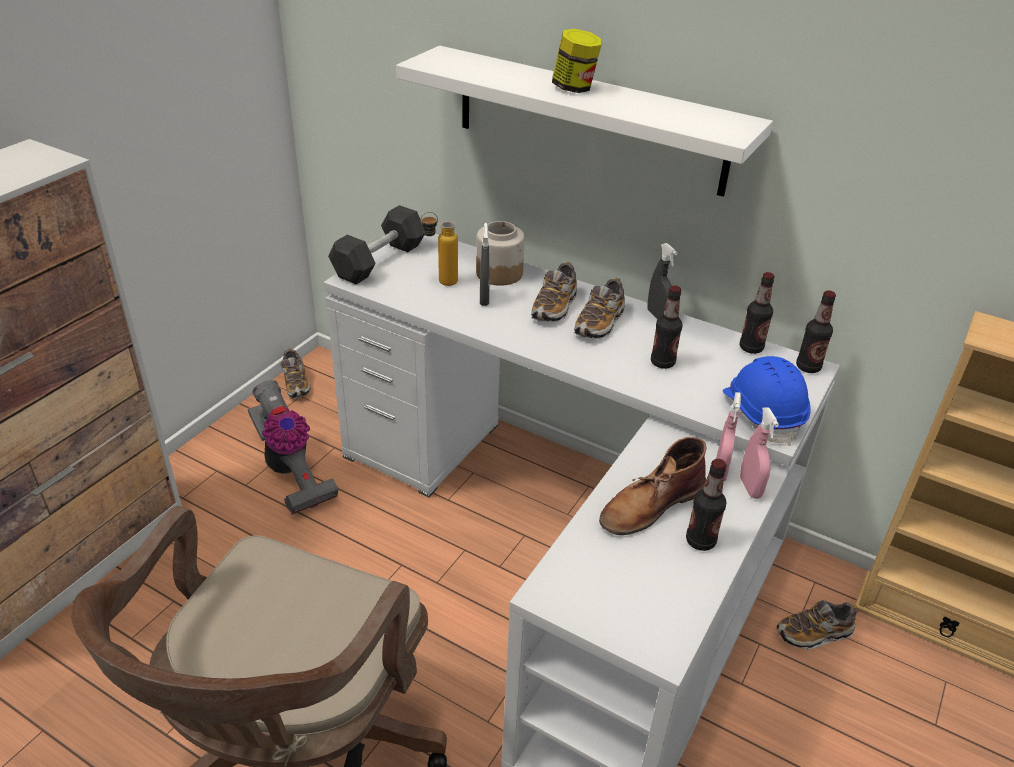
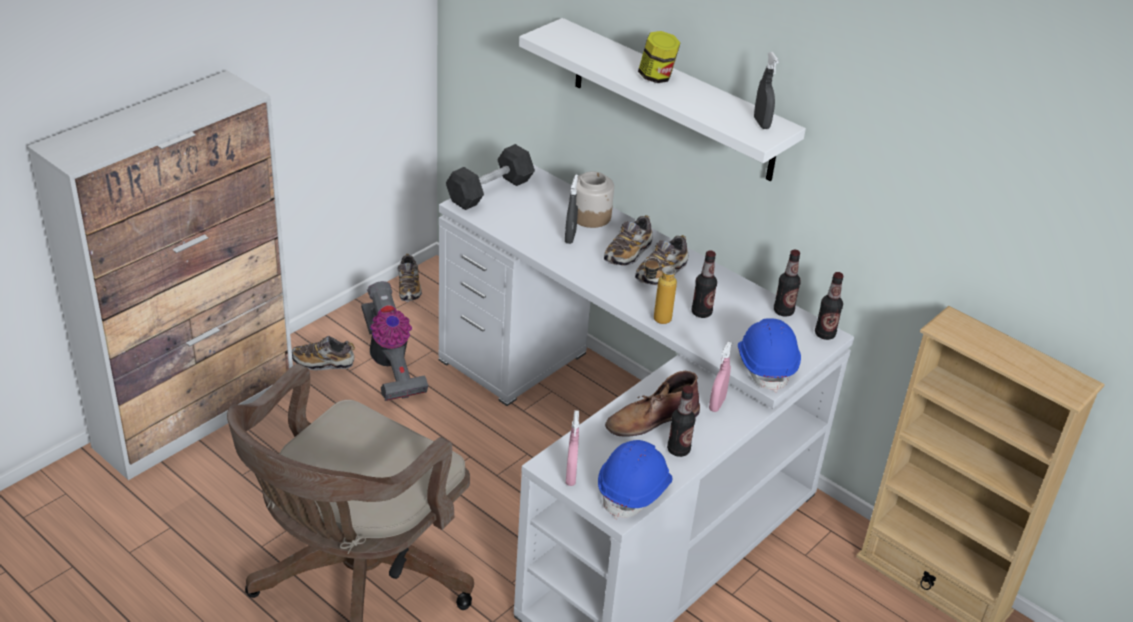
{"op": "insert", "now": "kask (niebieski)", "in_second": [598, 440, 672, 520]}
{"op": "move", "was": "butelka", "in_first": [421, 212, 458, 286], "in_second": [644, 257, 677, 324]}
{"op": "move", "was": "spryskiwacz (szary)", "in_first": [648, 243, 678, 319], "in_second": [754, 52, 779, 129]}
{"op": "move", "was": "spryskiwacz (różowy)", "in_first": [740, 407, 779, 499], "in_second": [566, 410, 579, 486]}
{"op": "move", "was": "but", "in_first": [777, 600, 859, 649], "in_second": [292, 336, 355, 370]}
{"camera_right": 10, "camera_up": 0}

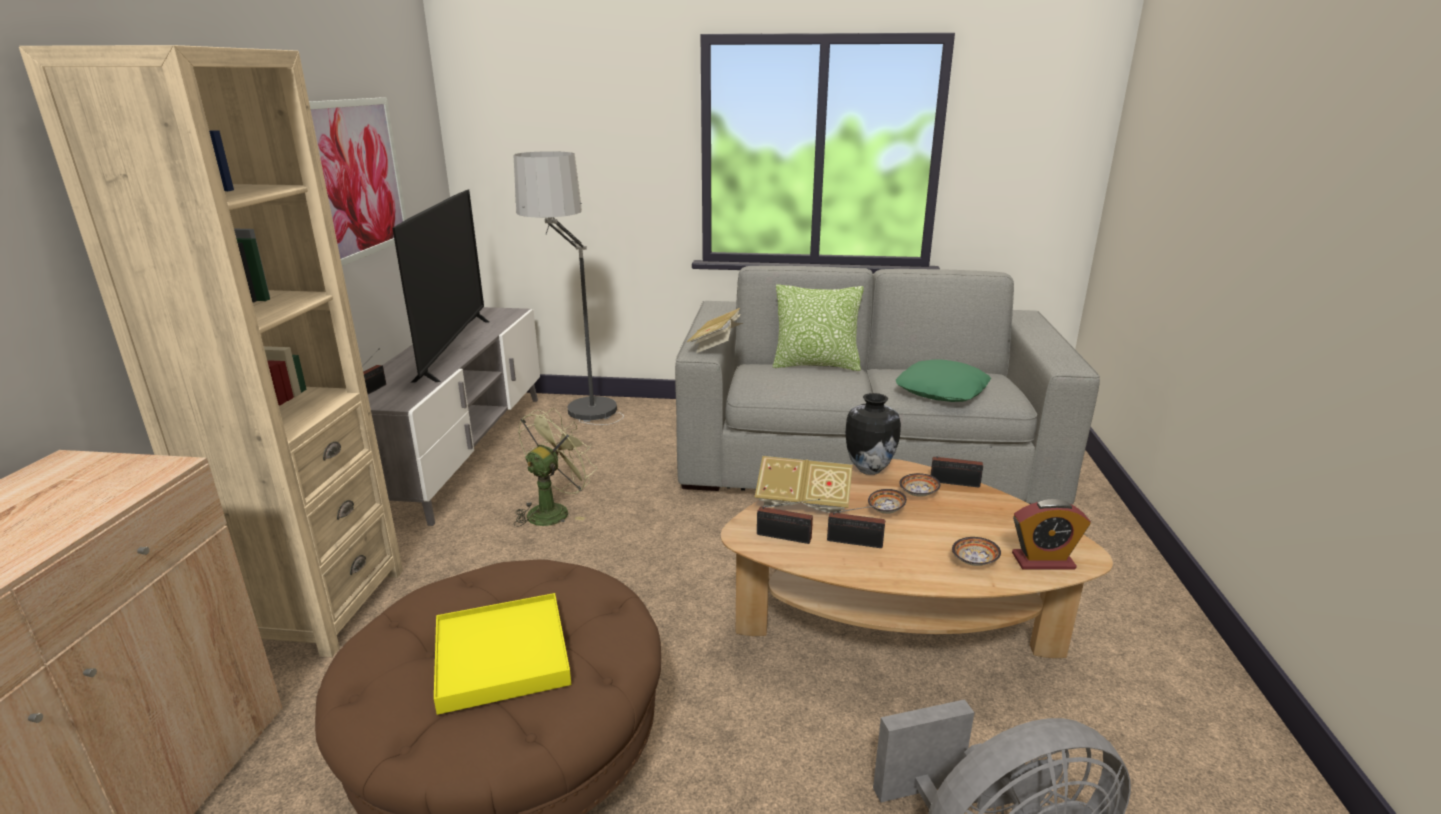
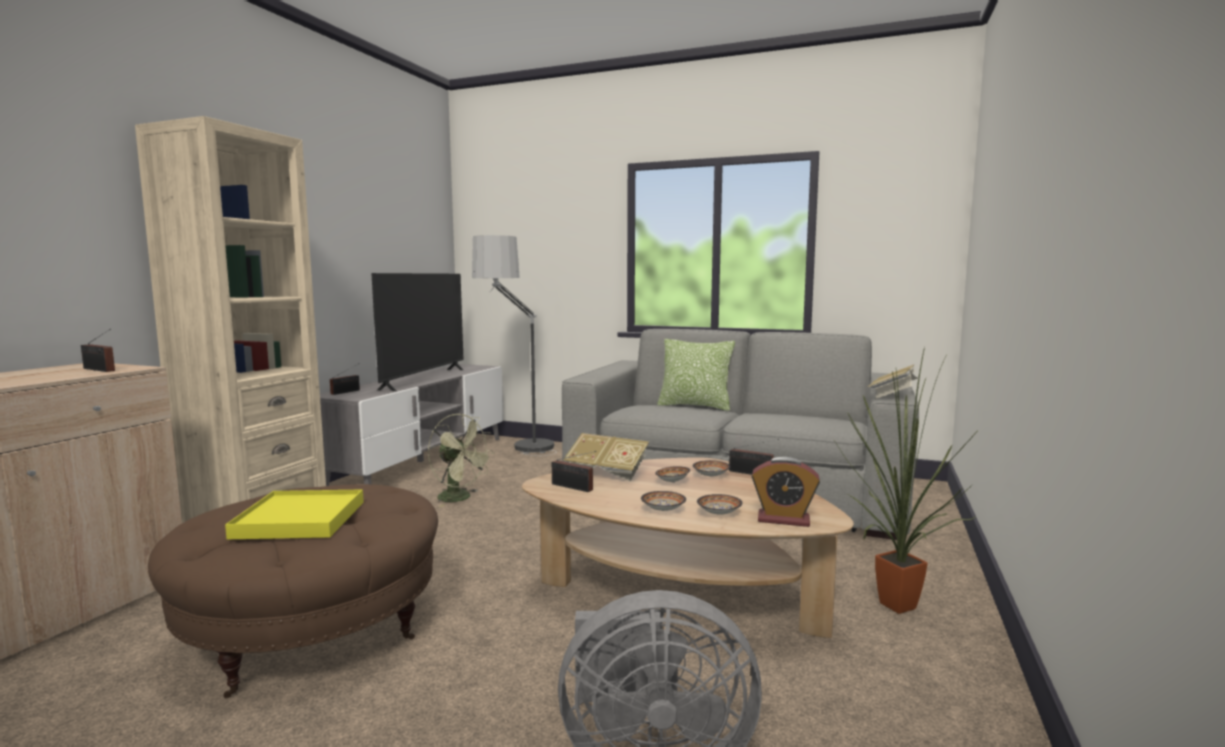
{"op": "delete", "was": "obraz", "in_first": [309, 97, 407, 266]}
{"op": "delete", "was": "wazon", "in_first": [845, 393, 901, 475]}
{"op": "delete", "was": "poduszka (zielony)", "in_first": [895, 359, 991, 402]}
{"op": "insert", "now": "miska", "in_second": [641, 491, 686, 511]}
{"op": "insert", "now": "roślina doniczkowa", "in_second": [834, 347, 976, 614]}
{"op": "move", "was": "książka", "in_first": [687, 308, 743, 353], "in_second": [868, 365, 918, 399]}
{"op": "move", "was": "radio", "in_first": [827, 503, 894, 548], "in_second": [81, 329, 115, 372]}
{"op": "rotate", "was": "wentylator (zielony)", "in_first": [514, 408, 597, 527], "in_second": [428, 414, 494, 507], "clockwise": 75}
{"camera_right": 15, "camera_up": -15}

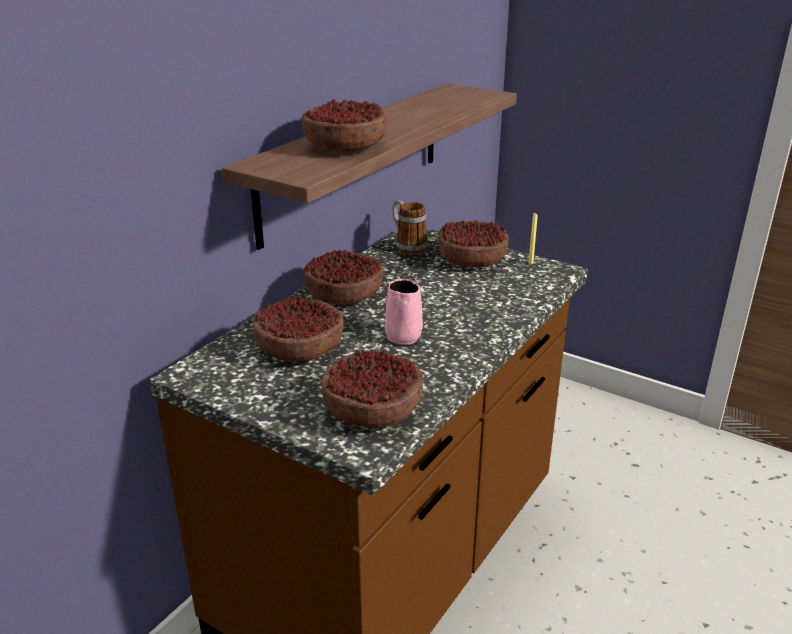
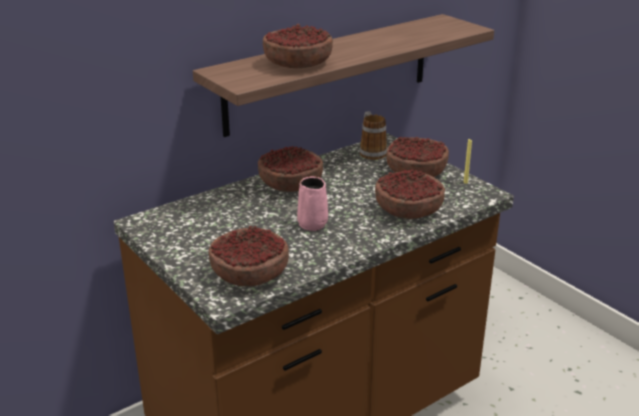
{"op": "move", "was": "miska", "in_first": [253, 296, 344, 362], "in_second": [375, 169, 445, 219]}
{"camera_right": 20, "camera_up": 0}

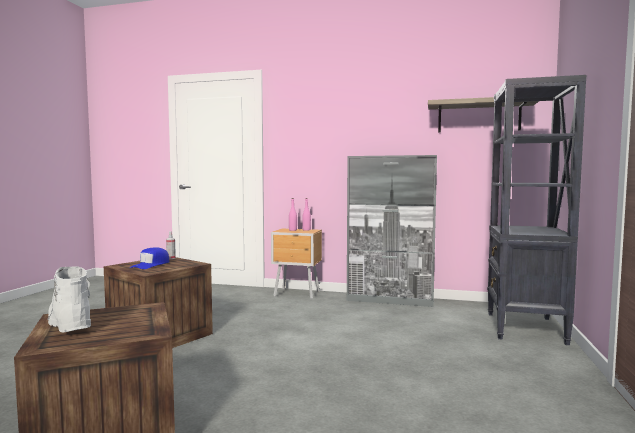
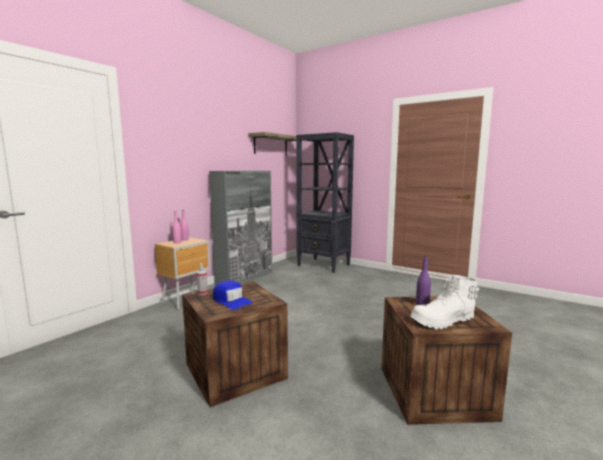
{"op": "insert", "now": "butelka (fioletowy)", "in_second": [416, 256, 431, 305]}
{"camera_right": -70, "camera_up": 5}

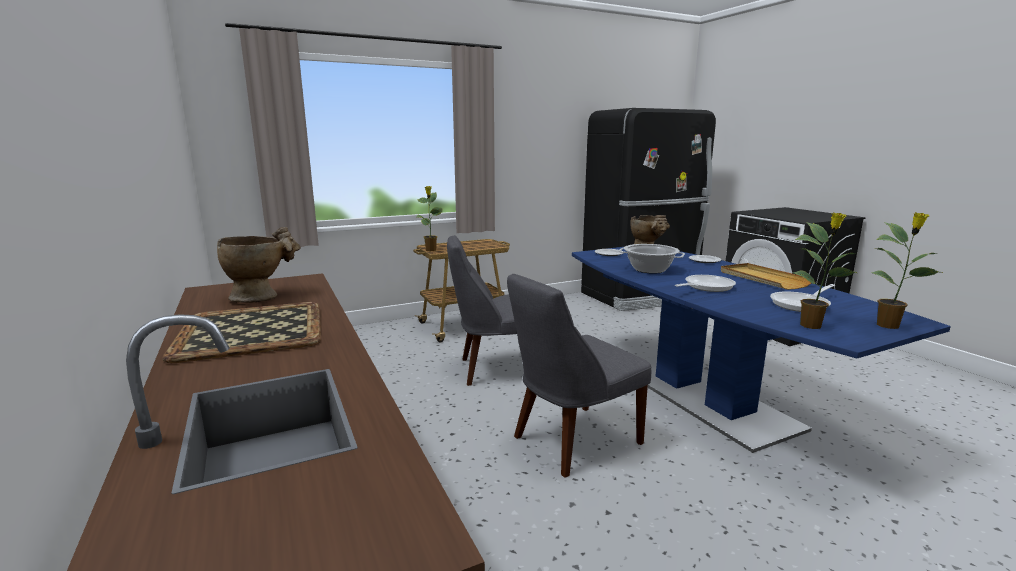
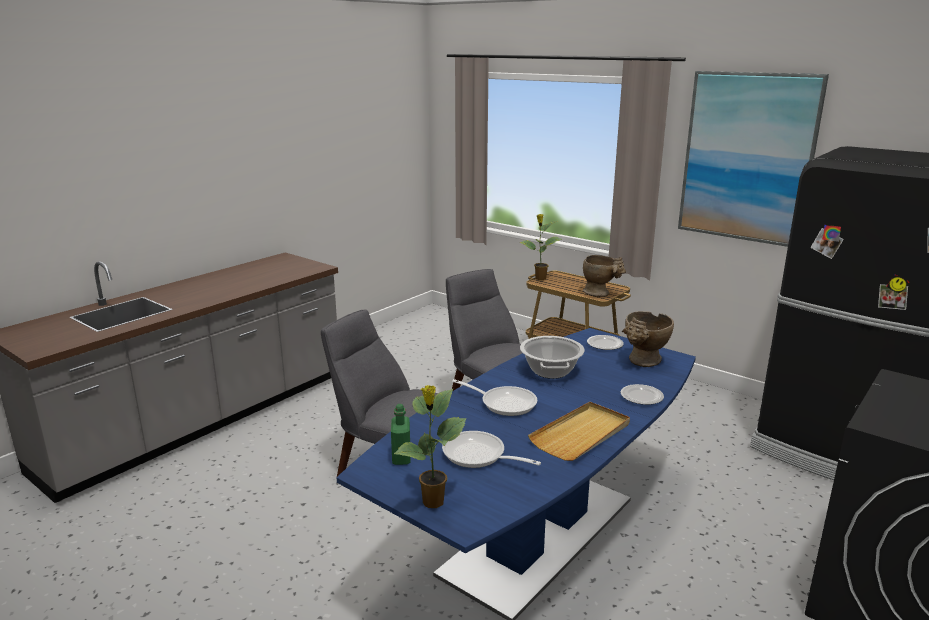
{"op": "delete", "was": "taca", "in_first": [163, 302, 321, 363]}
{"op": "insert", "now": "obraz", "in_second": [678, 71, 829, 247]}
{"op": "move", "was": "wazon (beżowy)", "in_first": [217, 227, 301, 303], "in_second": [583, 255, 626, 297]}
{"op": "replace", "was": "roślina doniczkowa", "now": "butelka (zielony)", "in_first": [794, 212, 857, 329], "in_second": [391, 404, 410, 465]}
{"camera_right": 65, "camera_up": 5}

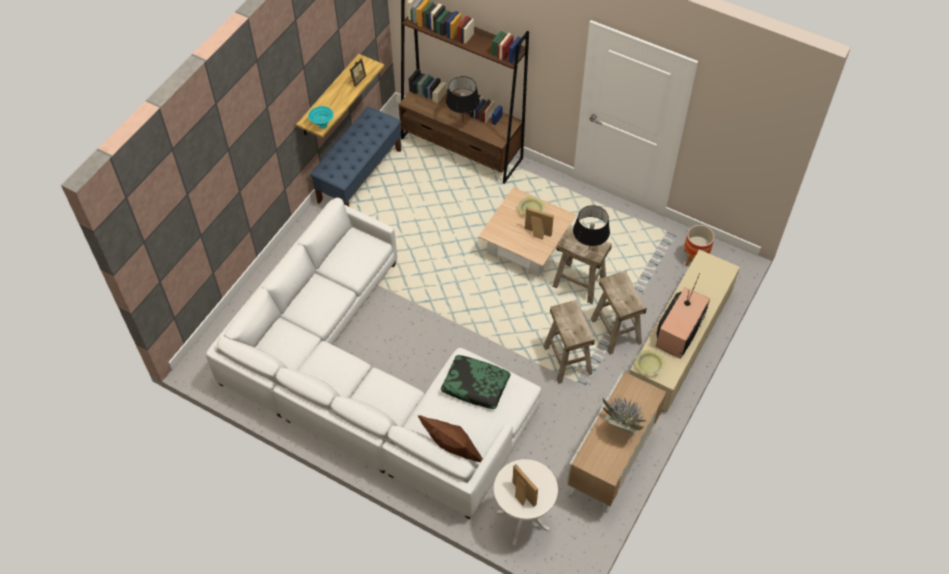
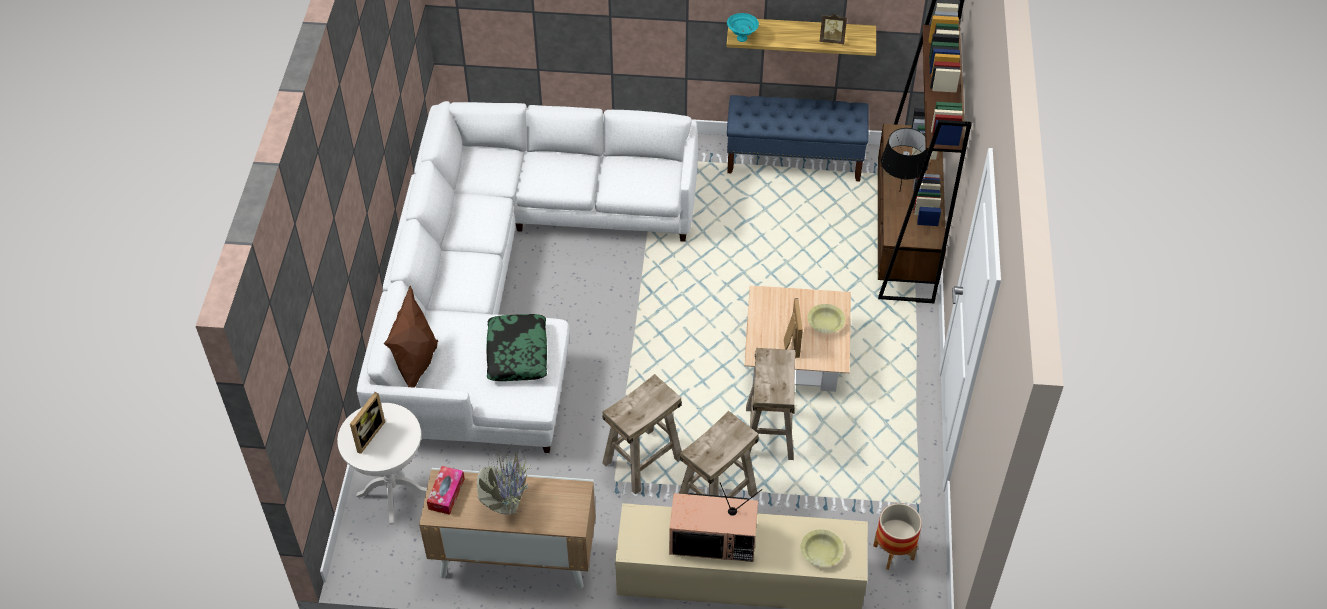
{"op": "delete", "was": "lampa stołowa (czarny)", "in_first": [573, 205, 610, 248]}
{"op": "insert", "now": "pudełko chusteczek", "in_second": [427, 466, 465, 515]}
{"op": "move", "was": "miska (żółty)", "in_first": [636, 350, 665, 375], "in_second": [800, 529, 844, 567]}
{"camera_right": 65, "camera_up": -5}

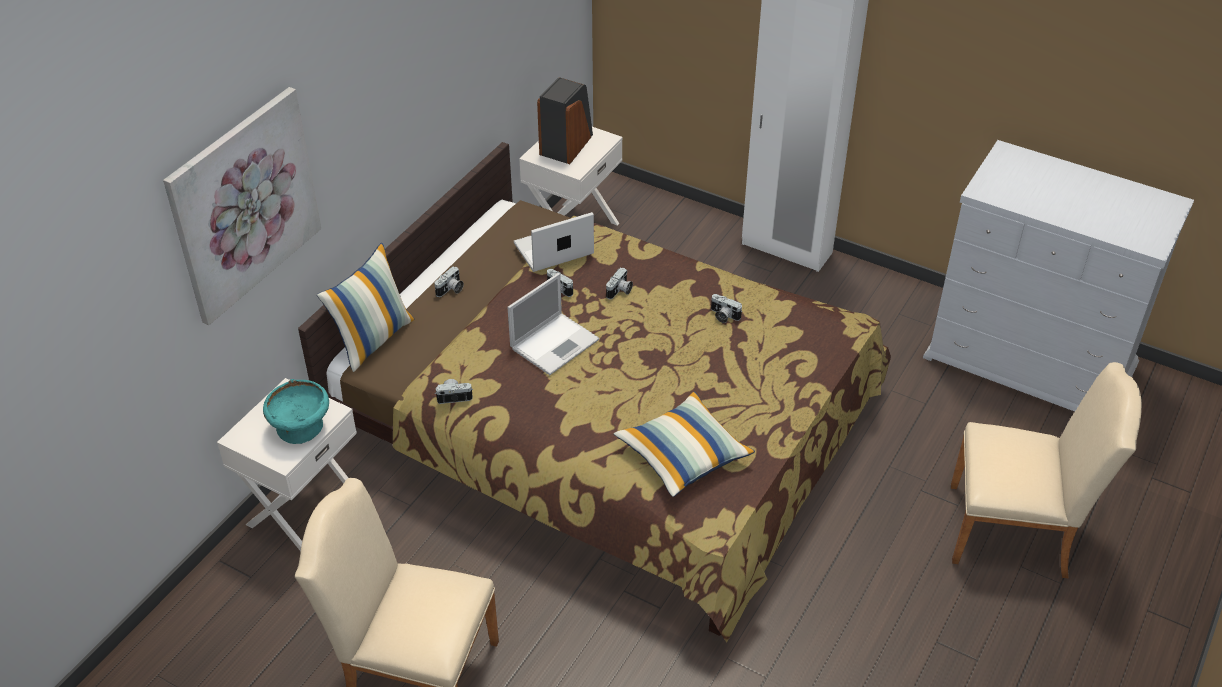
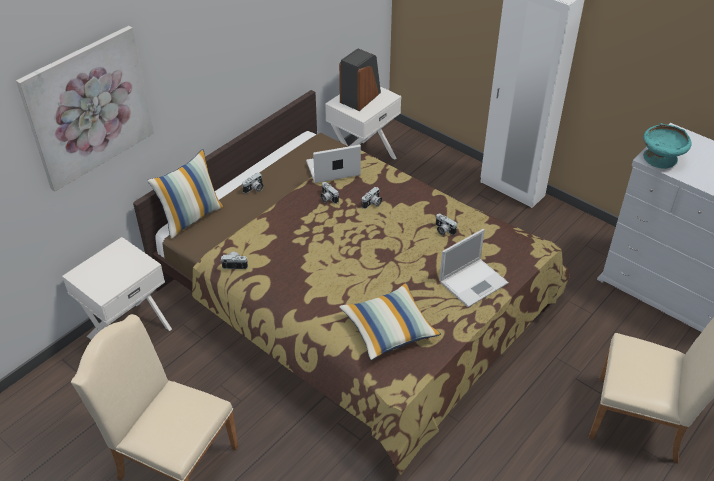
{"op": "move", "was": "miska (turkusowy)", "in_first": [263, 379, 329, 444], "in_second": [643, 123, 692, 169]}
{"op": "move", "was": "laptop", "in_first": [507, 273, 600, 375], "in_second": [439, 229, 509, 307]}
{"camera_right": 10, "camera_up": 0}

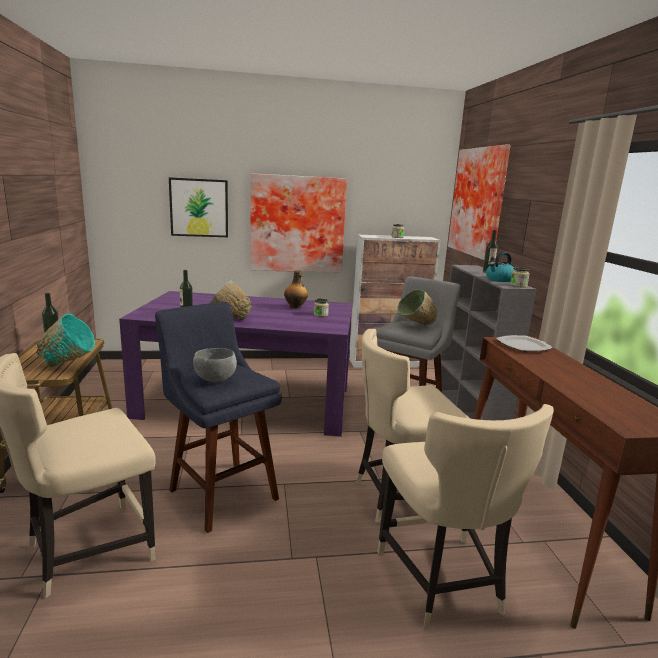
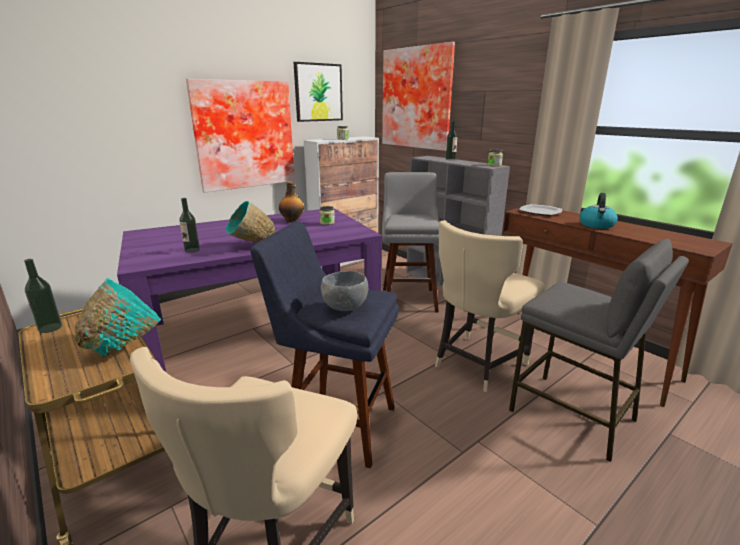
{"op": "delete", "was": "miska (zielony)", "in_first": [397, 289, 437, 326]}
{"op": "move", "was": "obraz", "in_first": [169, 177, 228, 237], "in_second": [294, 62, 343, 122]}
{"op": "move", "was": "czajnik", "in_first": [486, 252, 514, 282], "in_second": [579, 193, 618, 229]}
{"op": "replace", "was": "krzesło (beżowy)", "now": "stołek (szary)", "in_first": [377, 404, 554, 629], "in_second": [509, 239, 689, 462]}
{"camera_right": -30, "camera_up": 5}

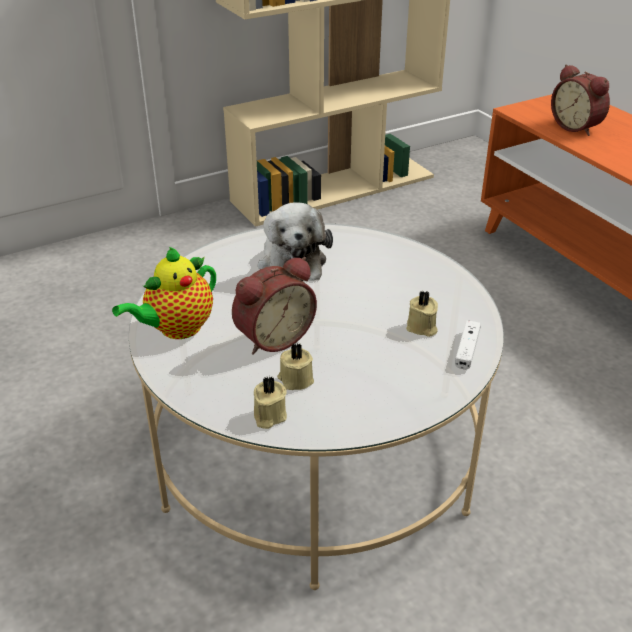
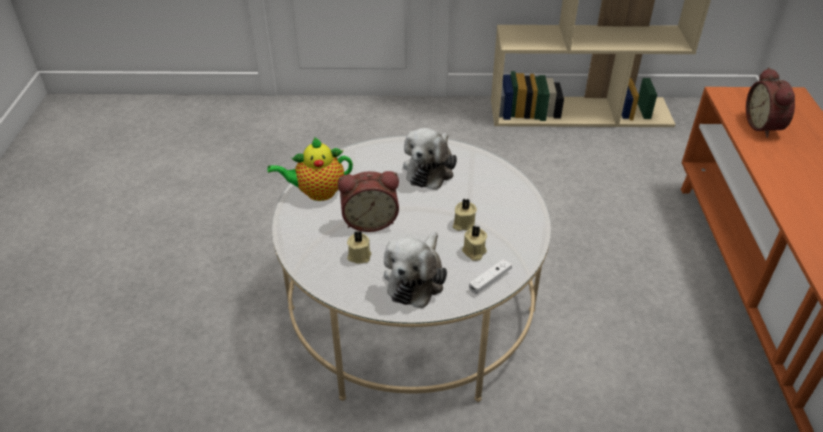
{"op": "insert", "now": "pluszak", "in_second": [384, 232, 447, 308]}
{"op": "move", "was": "świeca (beżowy)", "in_first": [254, 376, 287, 429], "in_second": [453, 199, 477, 231]}
{"camera_right": 30, "camera_up": 5}

